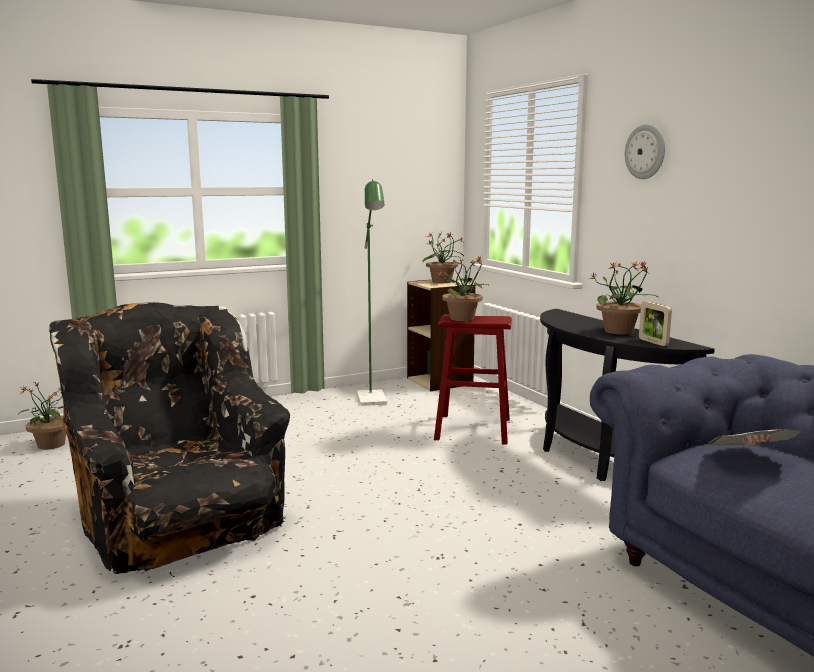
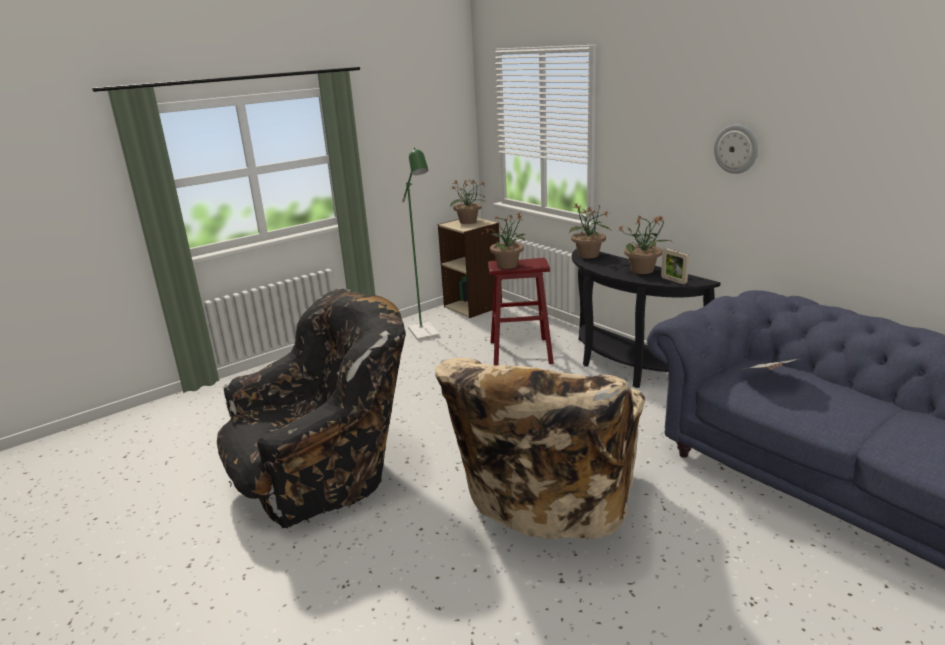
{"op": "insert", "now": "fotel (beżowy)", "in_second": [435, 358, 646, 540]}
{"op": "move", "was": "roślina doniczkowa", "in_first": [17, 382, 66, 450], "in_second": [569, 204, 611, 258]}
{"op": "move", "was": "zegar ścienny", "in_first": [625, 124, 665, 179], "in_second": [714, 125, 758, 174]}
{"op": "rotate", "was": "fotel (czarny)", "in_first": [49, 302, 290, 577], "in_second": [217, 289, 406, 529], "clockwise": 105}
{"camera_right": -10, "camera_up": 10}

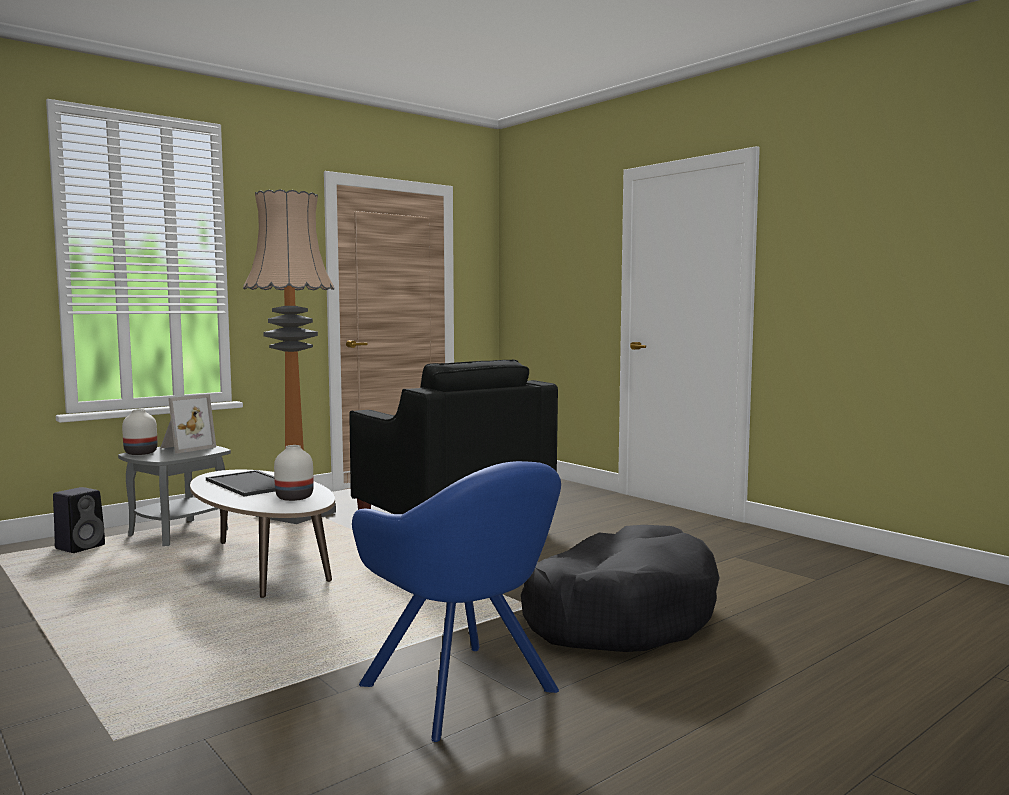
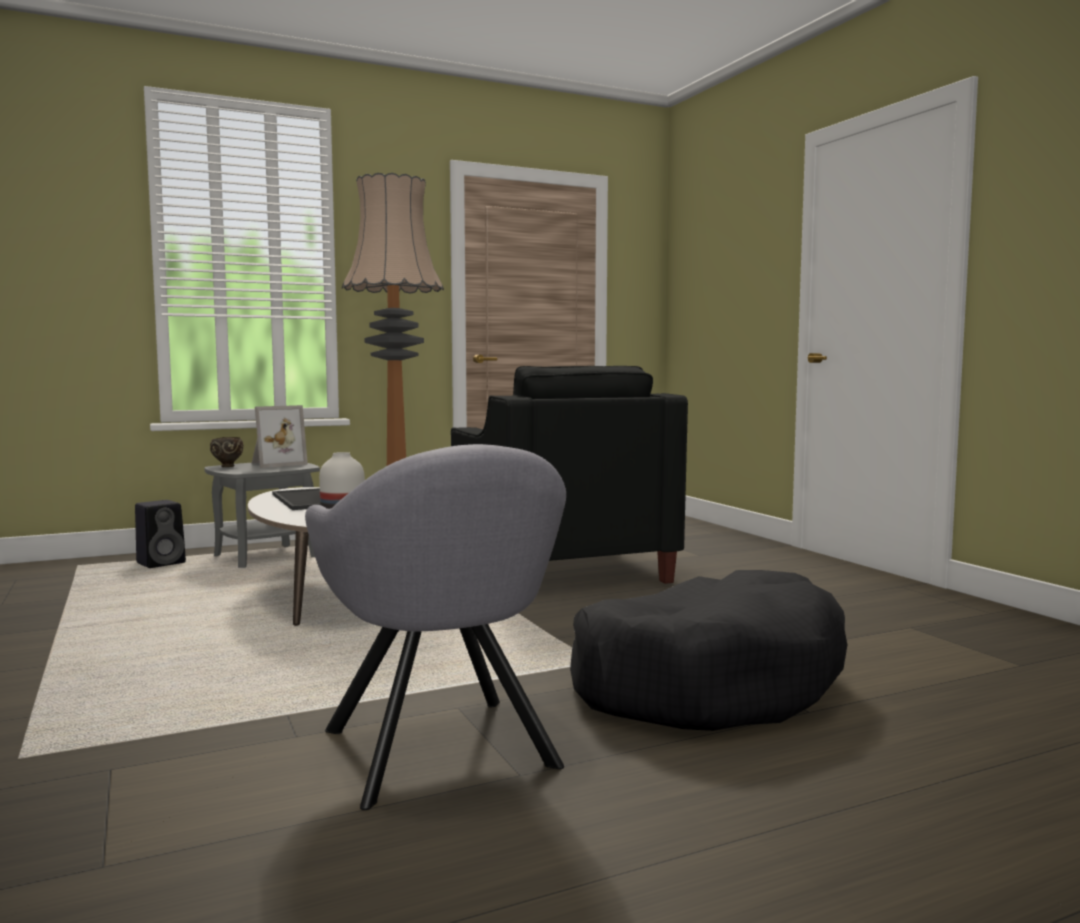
{"op": "replace", "was": "wazon (biały)", "now": "miska (brązowy)", "in_first": [122, 409, 157, 455], "in_second": [210, 437, 243, 467]}
{"op": "recolor", "was": "fotel (niebieski)", "now": "fotel (szary)", "in_first": [352, 461, 561, 742], "in_second": [305, 444, 566, 810]}
{"camera_right": 15, "camera_up": 0}

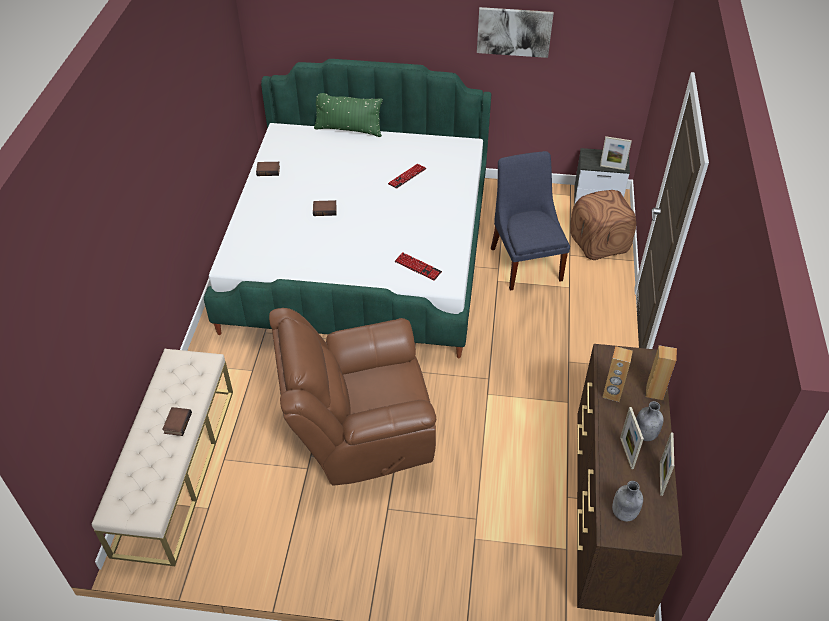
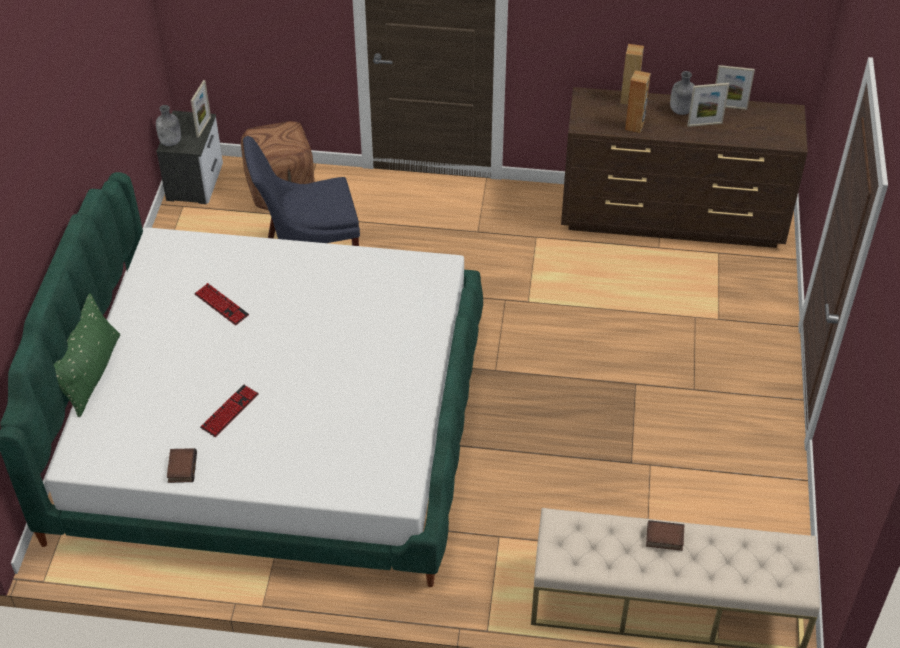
{"op": "delete", "was": "fotel (brązowy)", "in_first": [269, 308, 436, 486]}
{"op": "delete", "was": "książka", "in_first": [313, 200, 337, 216]}
{"op": "delete", "was": "obraz", "in_first": [477, 7, 554, 58]}
{"op": "move", "was": "klawiatura", "in_first": [395, 252, 442, 281], "in_second": [200, 384, 259, 437]}
{"op": "move", "was": "butelka (szary)", "in_first": [612, 481, 643, 521], "in_second": [156, 105, 181, 146]}
{"camera_right": -90, "camera_up": 0}

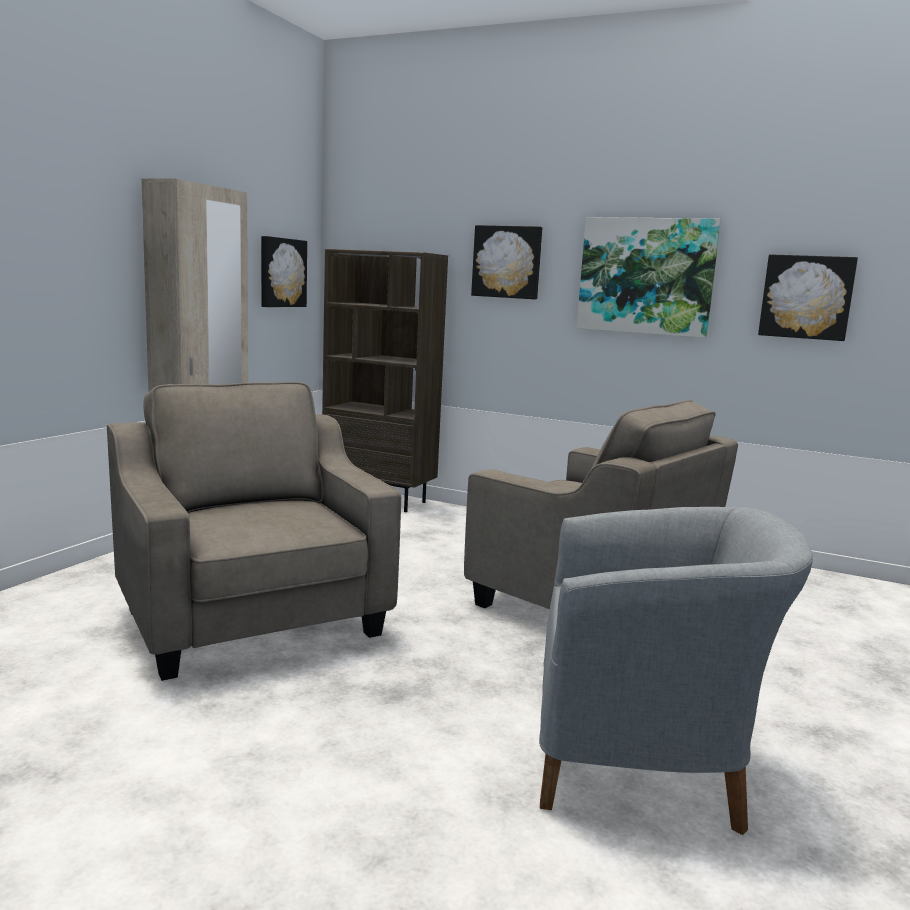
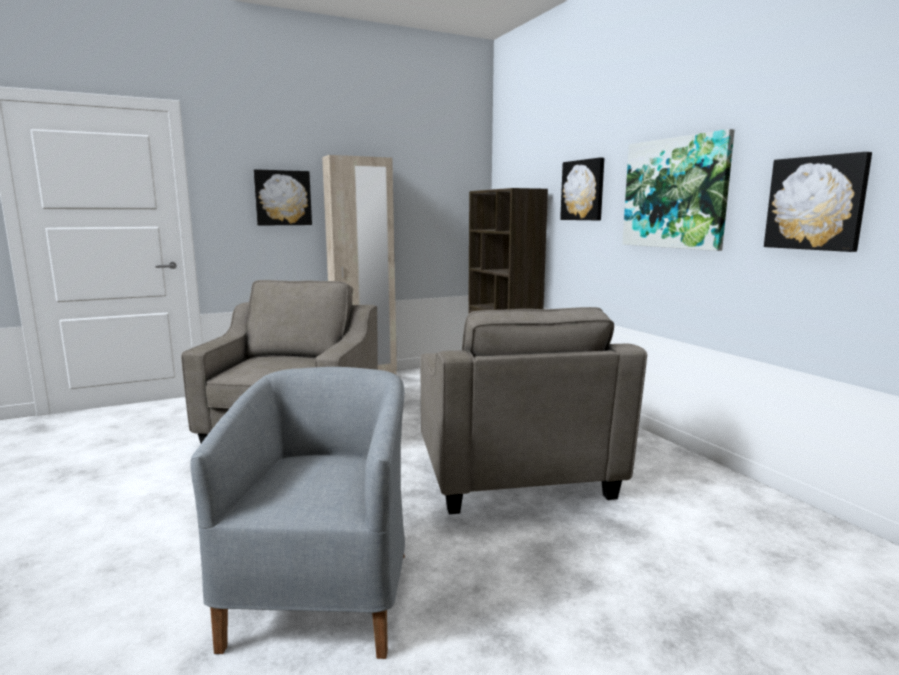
{"op": "move", "was": "obraz", "in_first": [261, 236, 307, 307], "in_second": [254, 169, 312, 226]}
{"op": "rotate", "was": "fotel (szary)", "in_first": [539, 507, 813, 835], "in_second": [190, 367, 405, 659], "clockwise": -135}
{"camera_right": 40, "camera_up": 0}

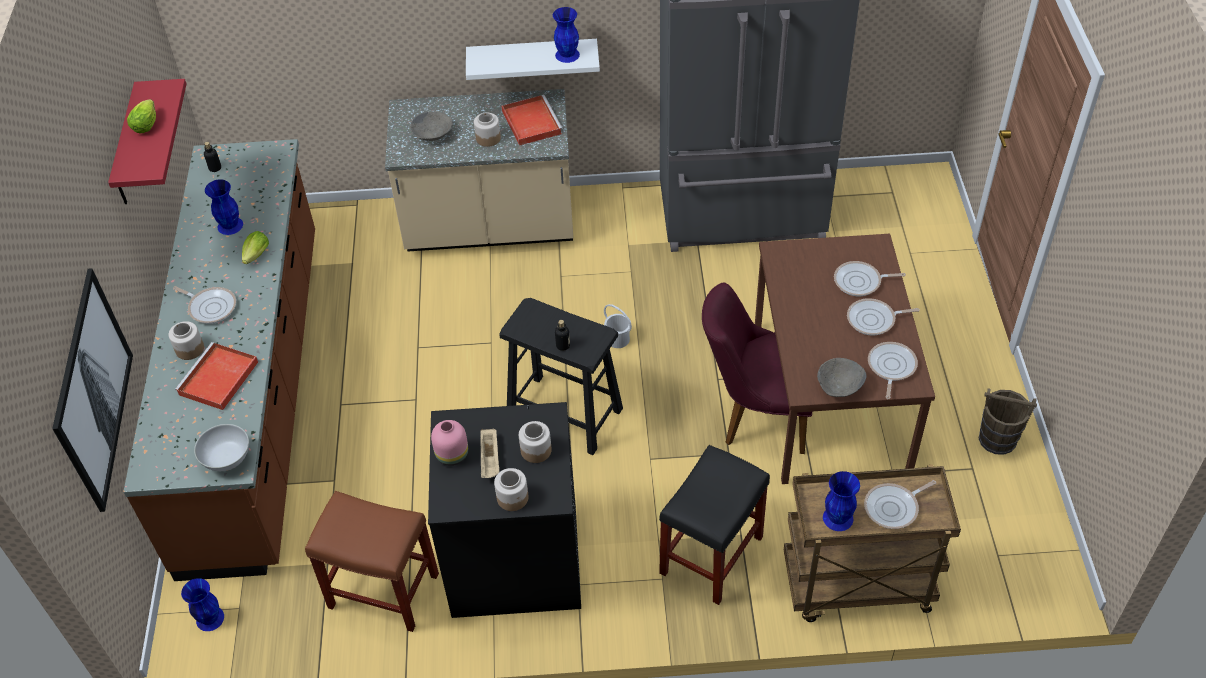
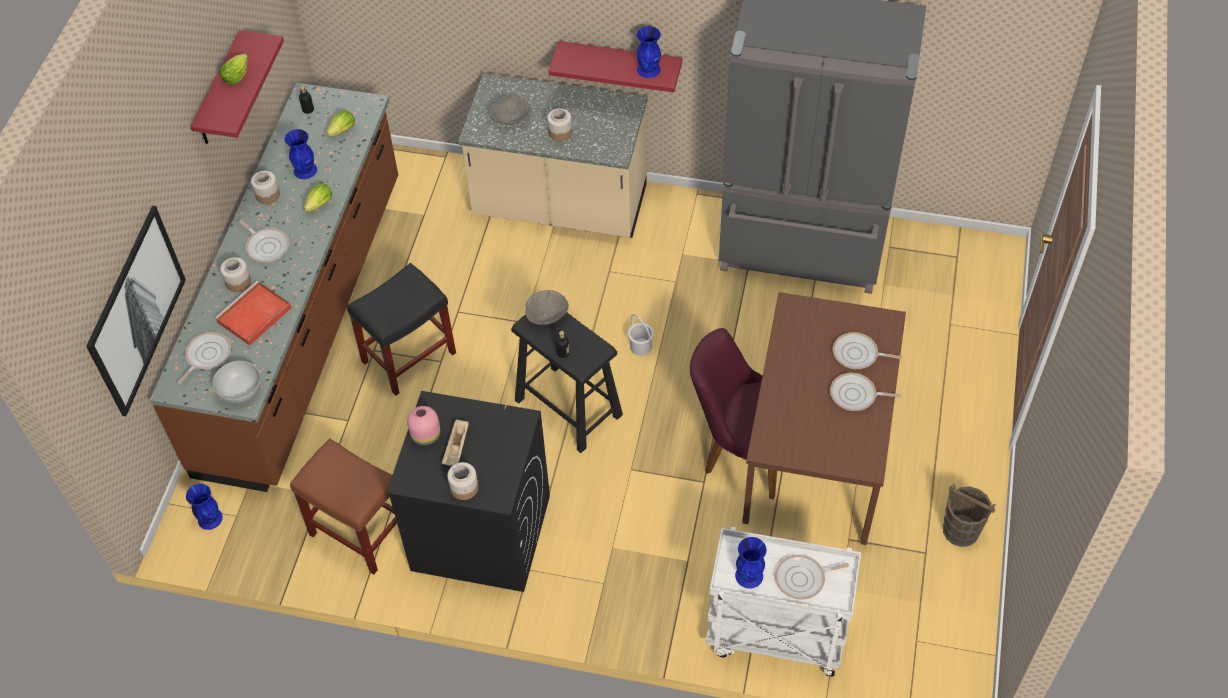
{"op": "delete", "was": "taca (czerwony)", "in_first": [502, 95, 563, 146]}
{"op": "insert", "now": "sałata", "in_second": [326, 111, 355, 137]}
{"op": "move", "was": "słoik", "in_first": [519, 421, 552, 463], "in_second": [251, 171, 280, 204]}
{"op": "move", "was": "stołek (czarny)", "in_first": [659, 445, 770, 605], "in_second": [347, 263, 456, 396]}
{"op": "move", "was": "miska (szary)", "in_first": [817, 358, 866, 397], "in_second": [525, 290, 569, 325]}
{"op": "move", "was": "patelnia", "in_first": [868, 342, 918, 399], "in_second": [177, 332, 231, 384]}
{"op": "recolor", "was": "półka (biały)", "now": "półka (czerwony)", "in_first": [466, 39, 600, 80], "in_second": [548, 41, 682, 92]}
{"op": "recolor", "was": "wózek (brązowy)", "now": "wózek (biały)", "in_first": [784, 464, 961, 622], "in_second": [706, 527, 861, 677]}
{"camera_right": 15, "camera_up": 5}

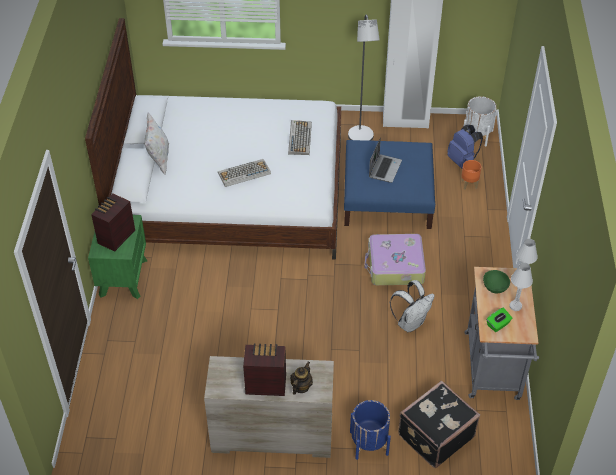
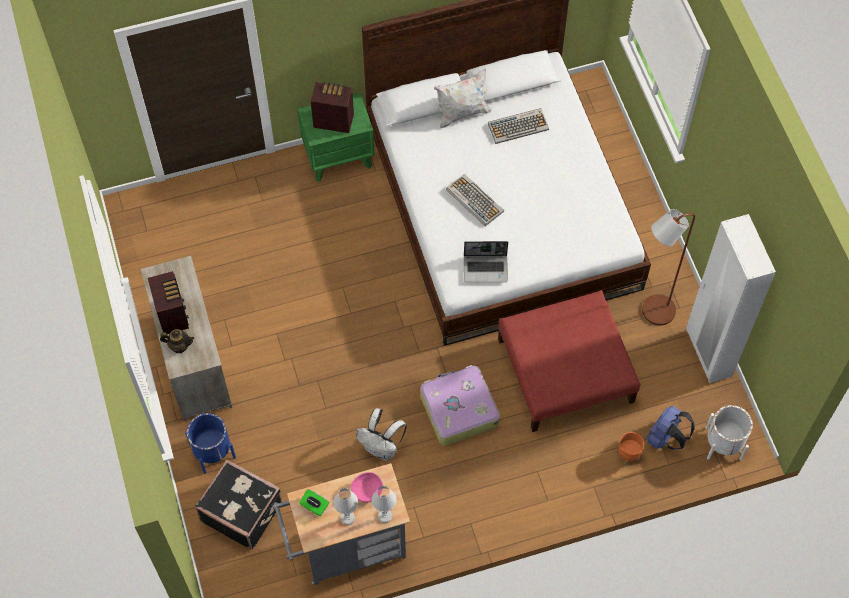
{"op": "move", "was": "klawiatura", "in_first": [288, 120, 312, 155], "in_second": [488, 108, 549, 144]}
{"op": "move", "was": "laptop", "in_first": [369, 138, 402, 183], "in_second": [464, 241, 508, 282]}
{"op": "recolor", "was": "pufa (niebieski)", "now": "pufa (czerwony)", "in_first": [344, 140, 435, 229], "in_second": [498, 290, 641, 432]}
{"op": "recolor", "was": "lampa stojąca (szary)", "now": "lampa stojąca (brązowy)", "in_first": [348, 15, 380, 141], "in_second": [642, 209, 695, 326]}
{"op": "recolor", "was": "miska (zielony)", "now": "miska (różowy)", "in_first": [483, 270, 510, 293], "in_second": [351, 472, 383, 502]}
{"camera_right": 70, "camera_up": 15}

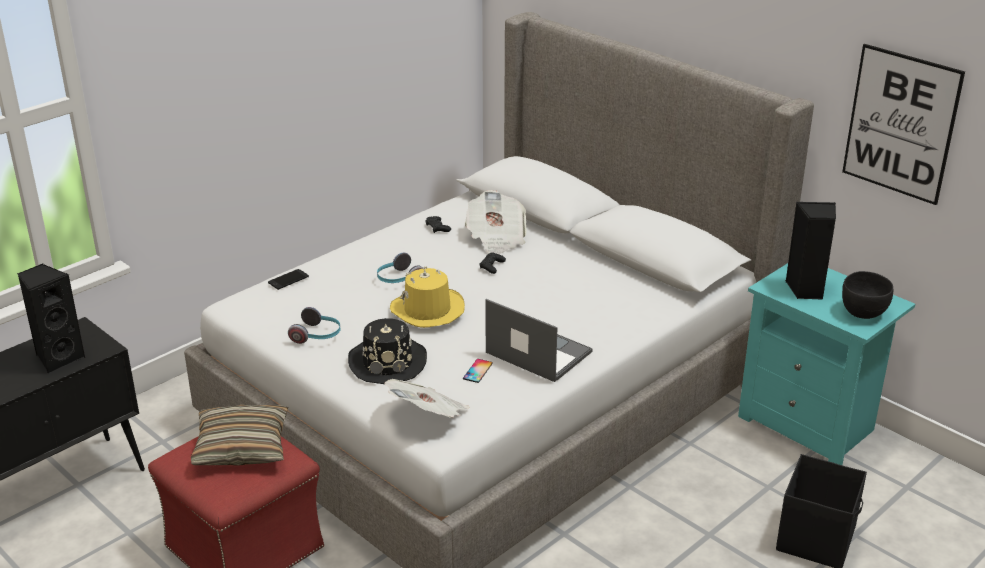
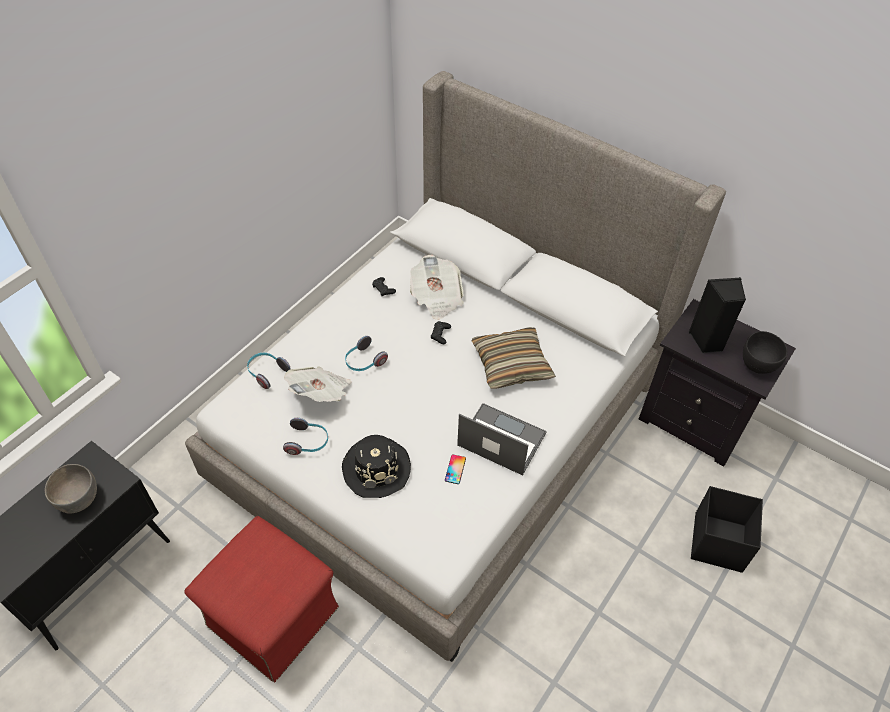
{"op": "delete", "was": "kapelusz (żółty)", "in_first": [390, 266, 465, 328]}
{"op": "delete", "was": "obraz", "in_first": [842, 44, 965, 205]}
{"op": "move", "was": "poduszka", "in_first": [191, 405, 288, 466], "in_second": [472, 327, 556, 389]}
{"op": "move", "was": "gazeta", "in_first": [384, 379, 470, 418], "in_second": [284, 367, 351, 402]}
{"op": "replace", "was": "głośnik (czarny)", "now": "miska (szary)", "in_first": [17, 264, 86, 374], "in_second": [45, 464, 97, 514]}
{"op": "replace", "was": "telefon", "now": "słuchawki", "in_first": [268, 269, 309, 290], "in_second": [247, 353, 290, 389]}
{"op": "recolor", "was": "szafka nocna (turkusowy)", "now": "szafka nocna (czarny)", "in_first": [738, 263, 915, 465], "in_second": [639, 299, 796, 467]}
{"camera_right": -10, "camera_up": 20}

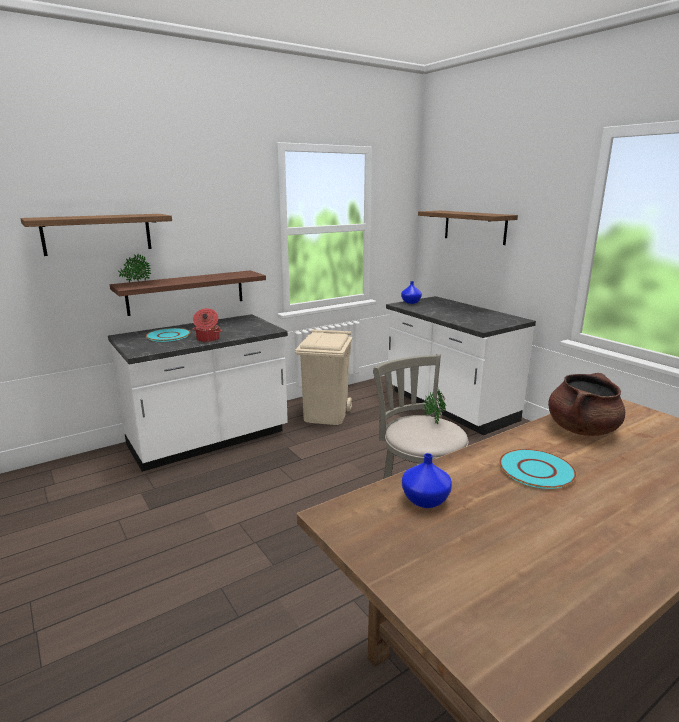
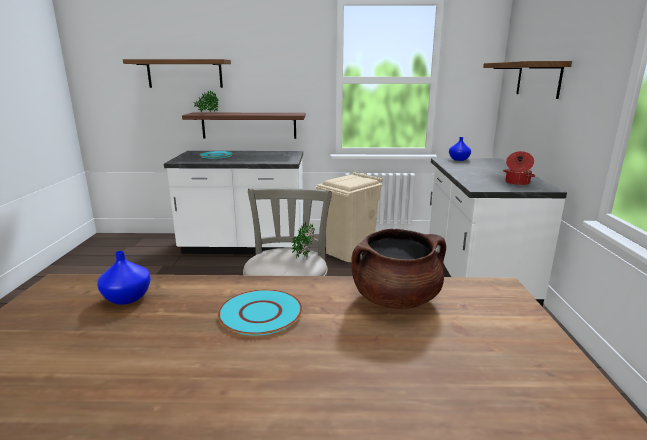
{"op": "move", "was": "garnek", "in_first": [193, 308, 222, 342], "in_second": [503, 151, 535, 186]}
{"camera_right": 35, "camera_up": 0}

